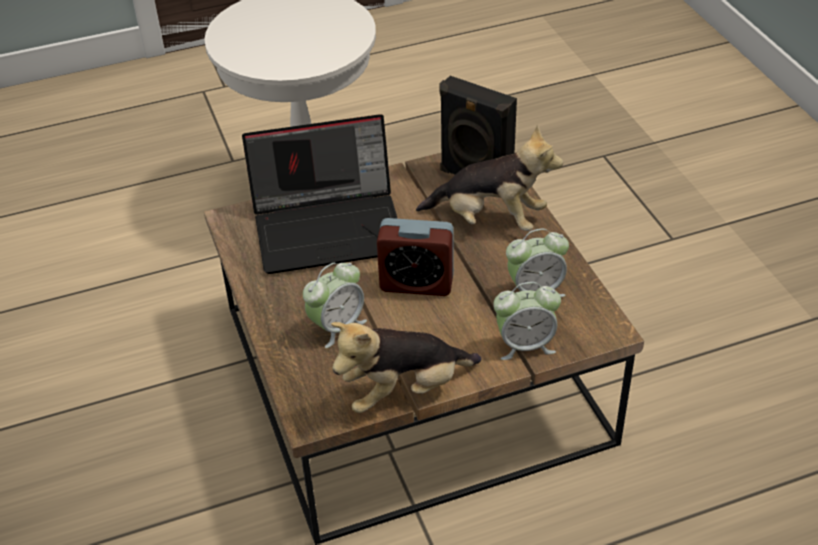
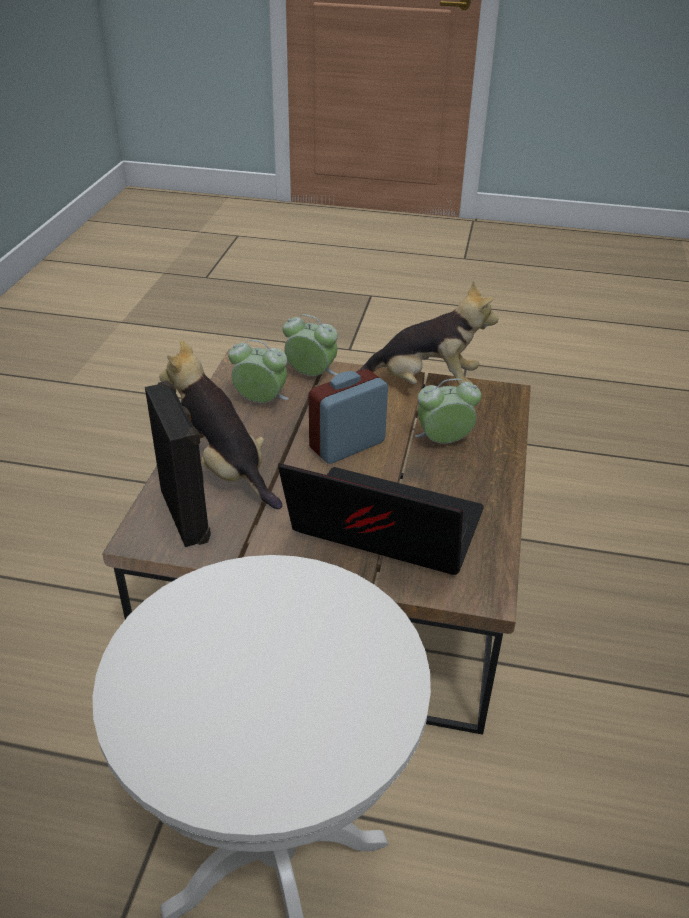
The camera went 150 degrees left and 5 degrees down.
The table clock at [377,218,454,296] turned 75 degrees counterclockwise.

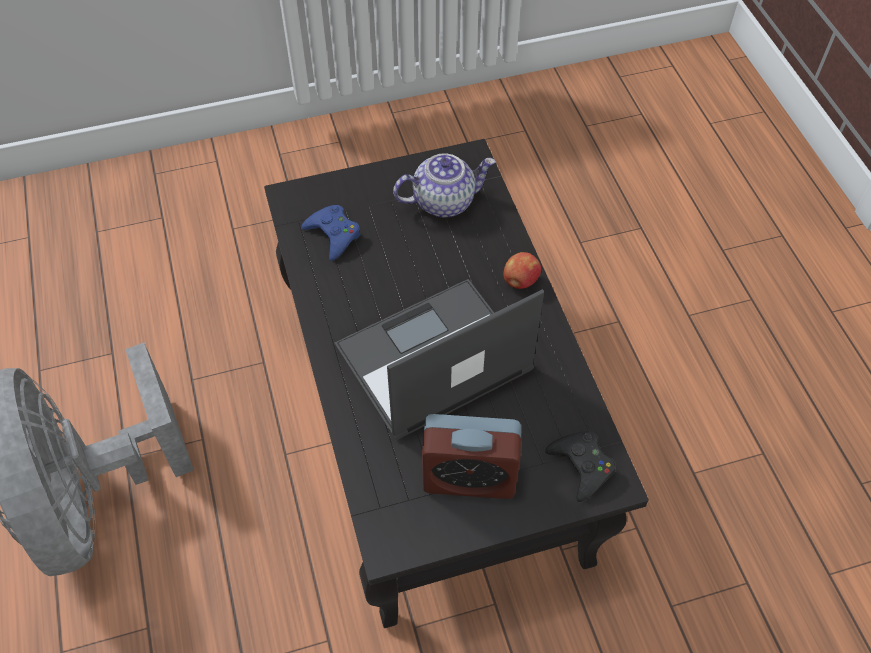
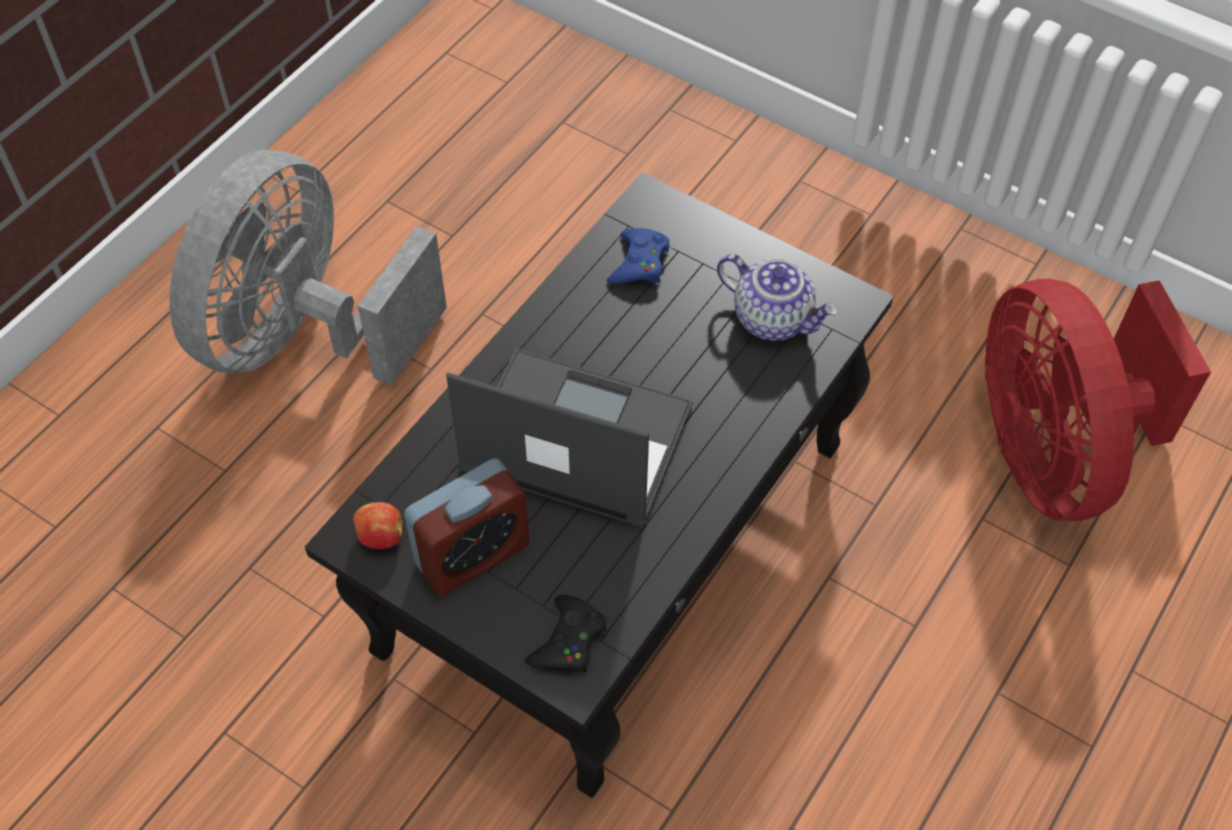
The camera went 50 degrees right and 0 degrees up.
The apple moved from [503,252,541,289] to [353,502,402,549].
The table clock at [422,414,521,499] turned 90 degrees counterclockwise.
The electric fan (red-coloured) at [985,279,1211,521] appeared.

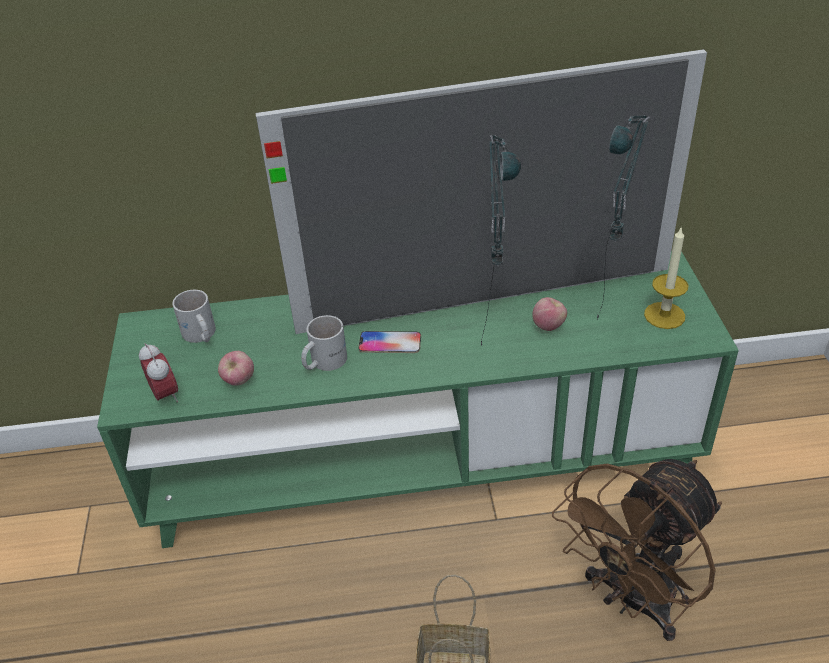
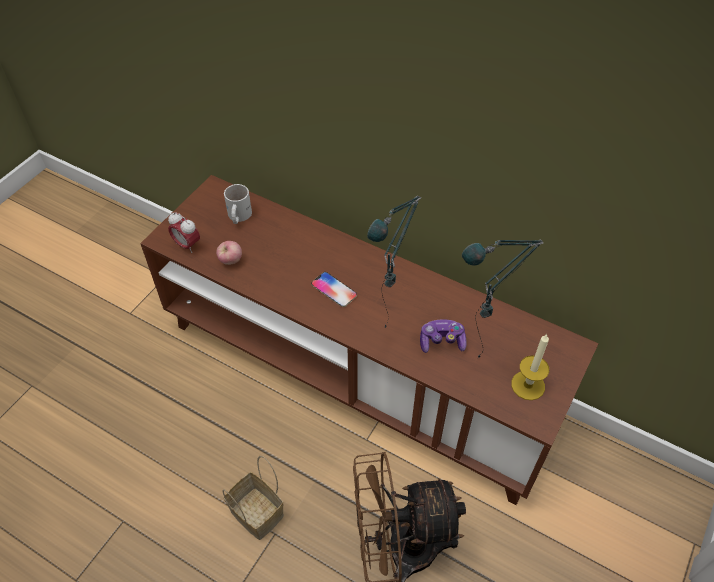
The camera went 35 degrees right and 10 degrees up.
The TV set at [256,49,707,334] disappeared.
The tv unit (green) at [97,251,739,548] became the tv unit (brown) at [140,175,599,505].
The apple at [533,297,567,331] was replaced by the gamepad at [420,319,467,353].
The tea mug (white-coloured) at [301,315,347,371] disappeared.
The table clock at [139,343,178,402] turned 120 degrees clockwise.

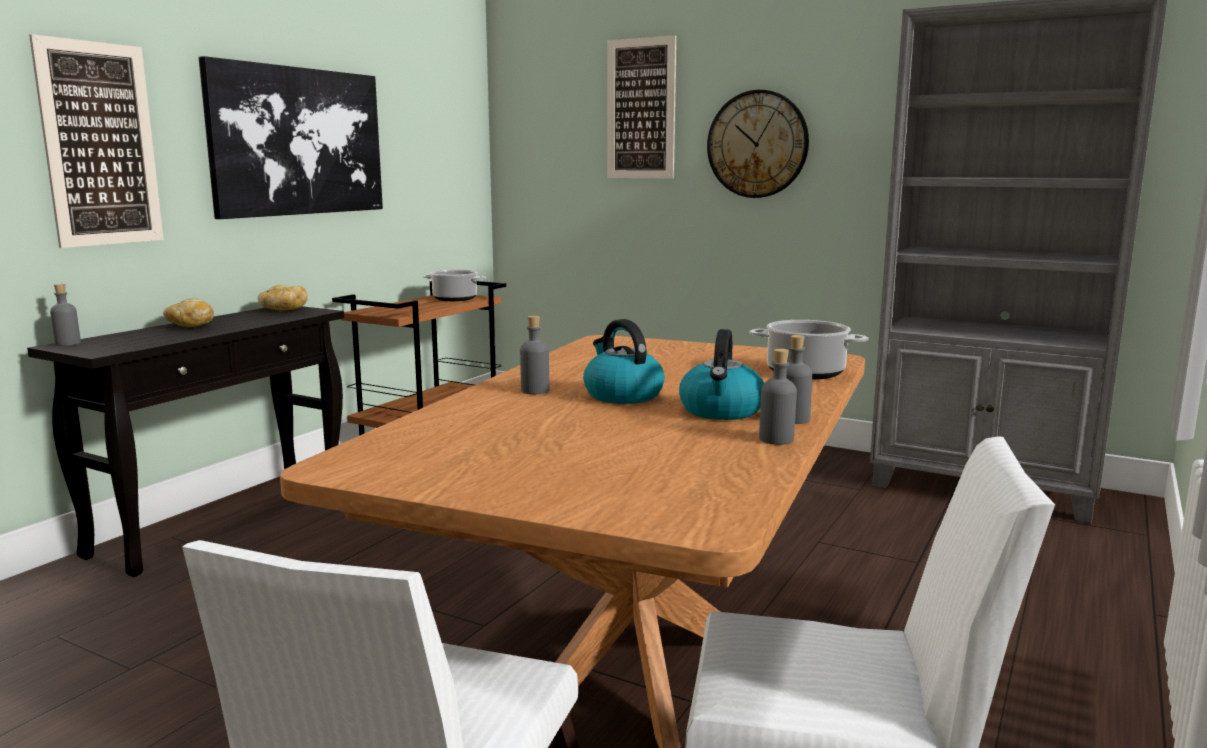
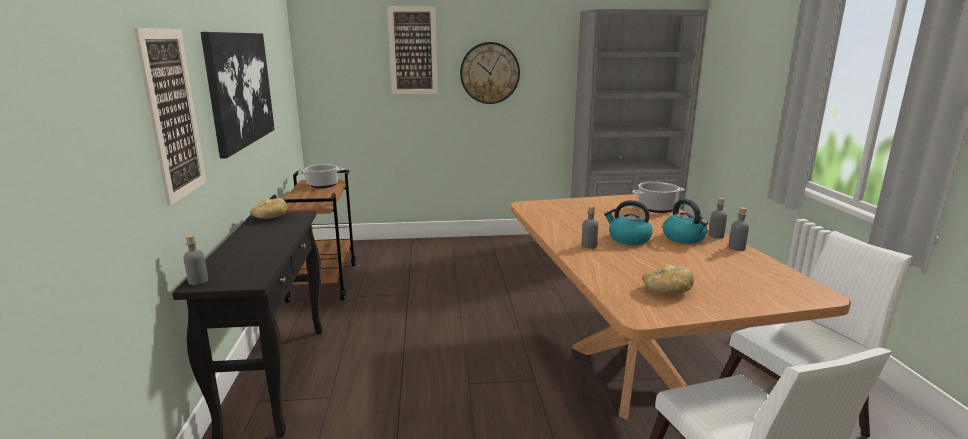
The camera went 35 degrees left and 5 degrees up.
The bread moved from [163,298,214,327] to [642,265,694,294].

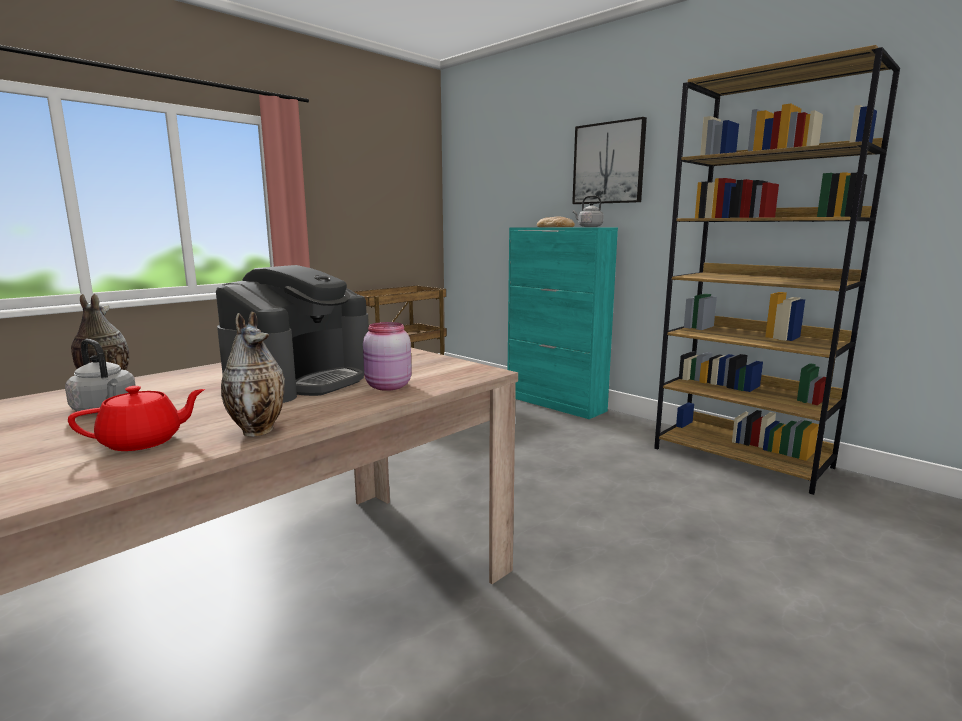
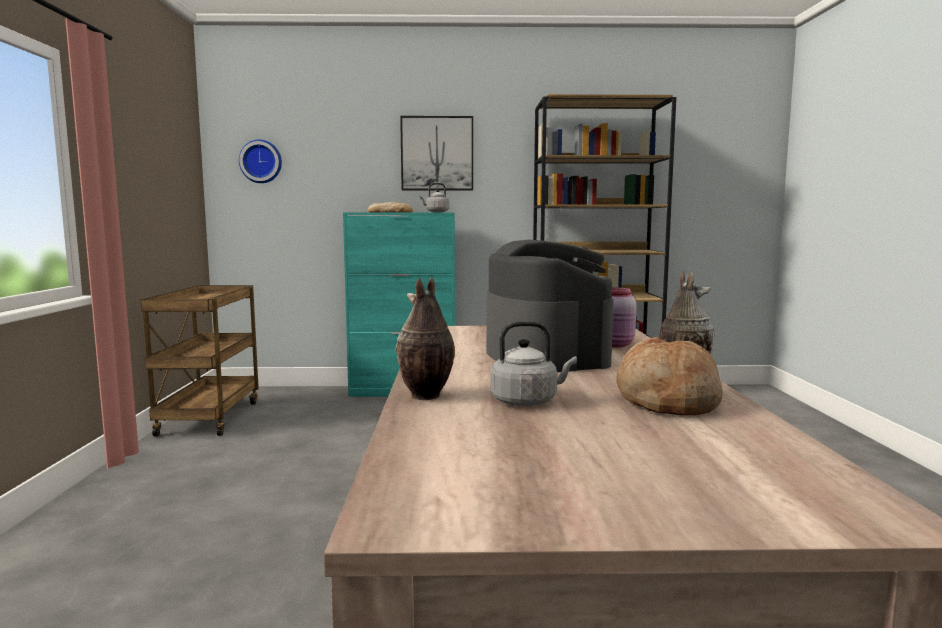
The camera went 45 degrees left and 5 degrees down.
The pot for tea (red-coloured) at [68,386,205,451] was replaced by the bread at [616,337,723,415].
The hanging clock at [239,140,282,183] appeared.

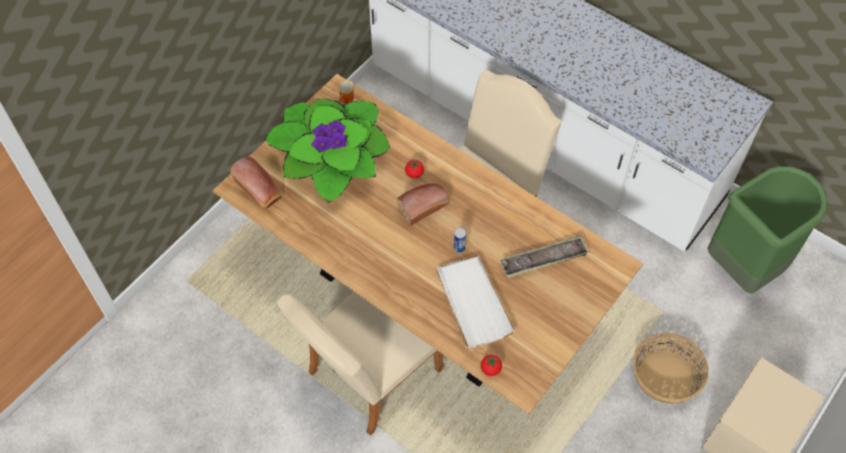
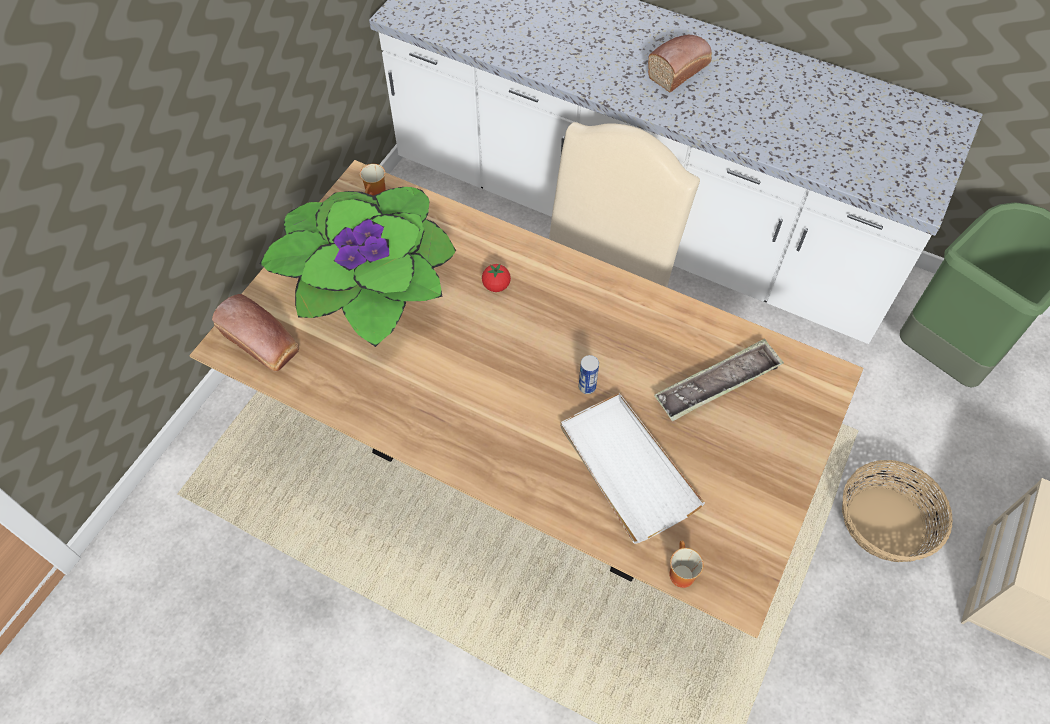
The camera went 10 degrees left and 0 degrees up.
The bread moved from [397,183,450,226] to [648,35,712,92].
The upright chair (sand-coloured) at [277,292,444,436] disappeared.
The tomato at [481,355,502,376] was replaced by the tea mug at [669,540,703,588].

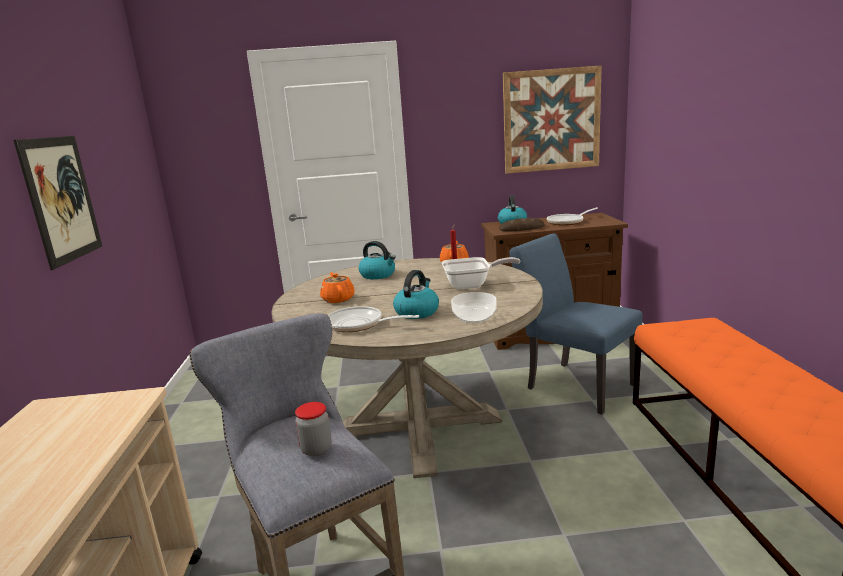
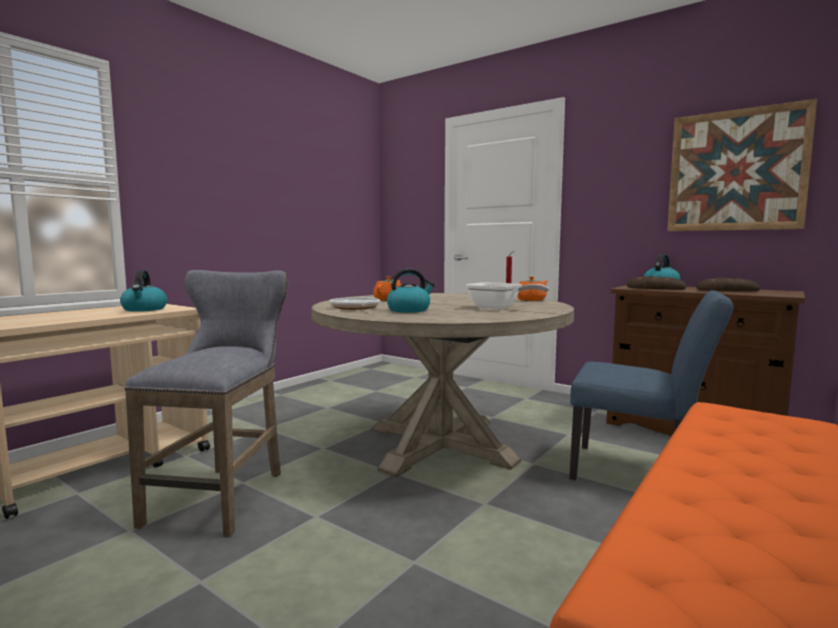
The camera went 40 degrees right and 10 degrees down.
The wall art at [14,136,102,270] disappeared.
The frying pan at [547,208,598,225] was replaced by the bread at [696,278,760,292].
The upright chair (blue-coloured) at [509,233,643,415] turned 120 degrees clockwise.
The kettle moved from [359,241,396,279] to [120,270,167,312].
The bowl at [451,292,497,323] disappeared.
The preserve jar at [295,402,332,457] disappeared.

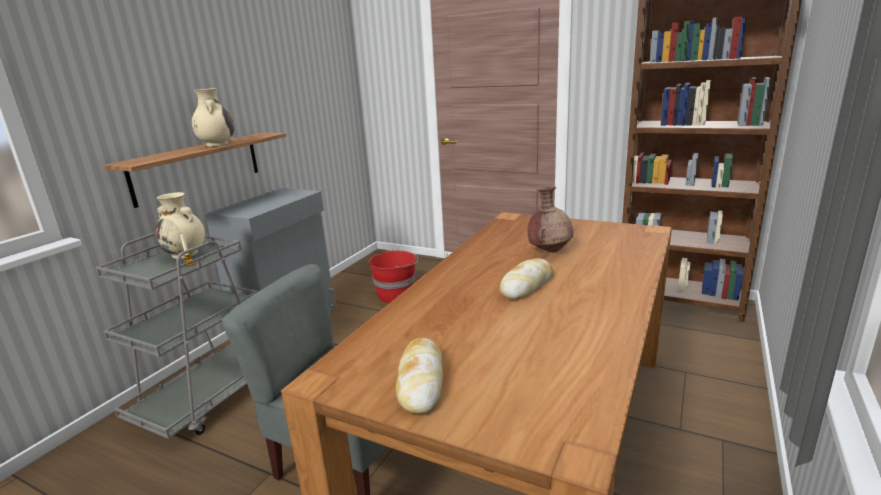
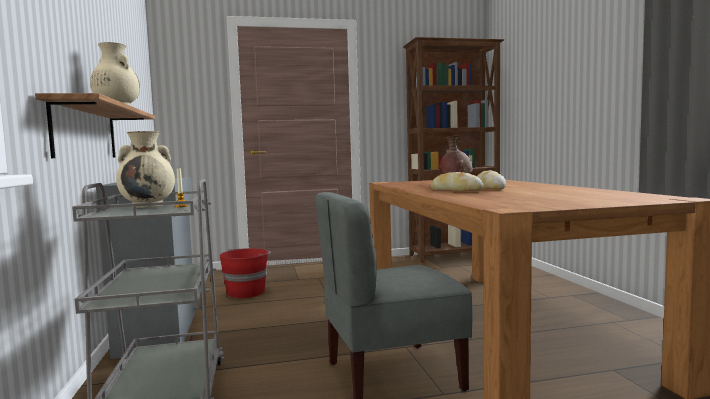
The camera went 40 degrees left and 15 degrees down.
The bread moved from [396,338,443,414] to [431,172,484,191].

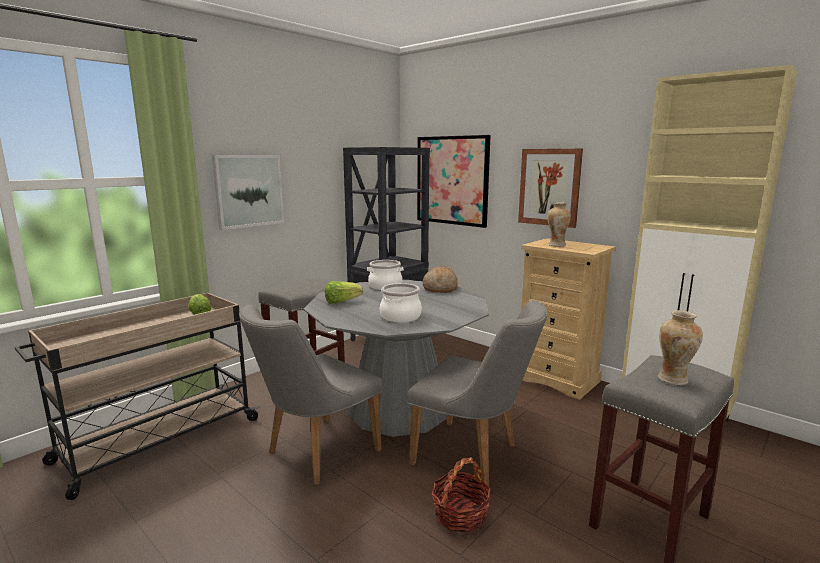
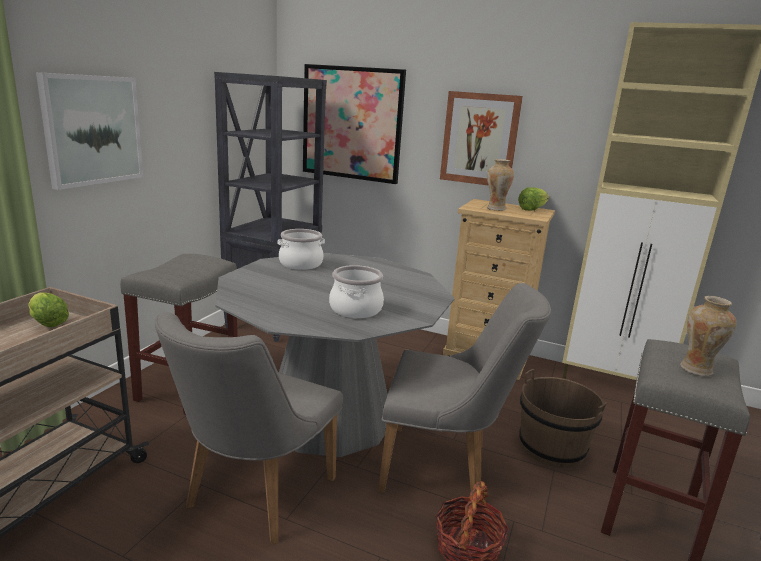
The camera went 20 degrees left and 5 degrees up.
The bread at [423,267,458,293] disappeared.
The head of lettuce moved from [325,281,363,304] to [518,187,549,211].
The bucket (brown) at [519,369,607,468] appeared.

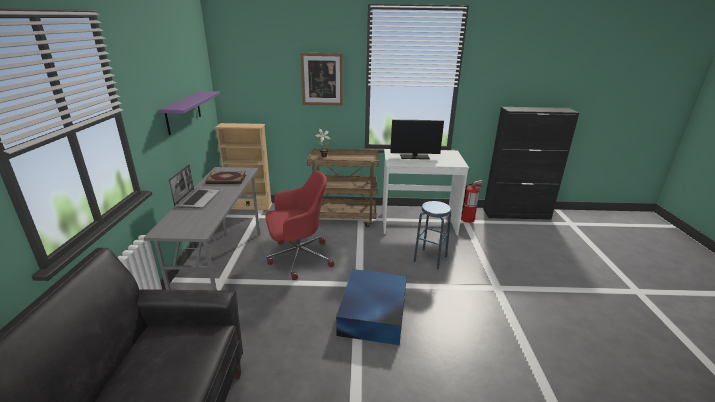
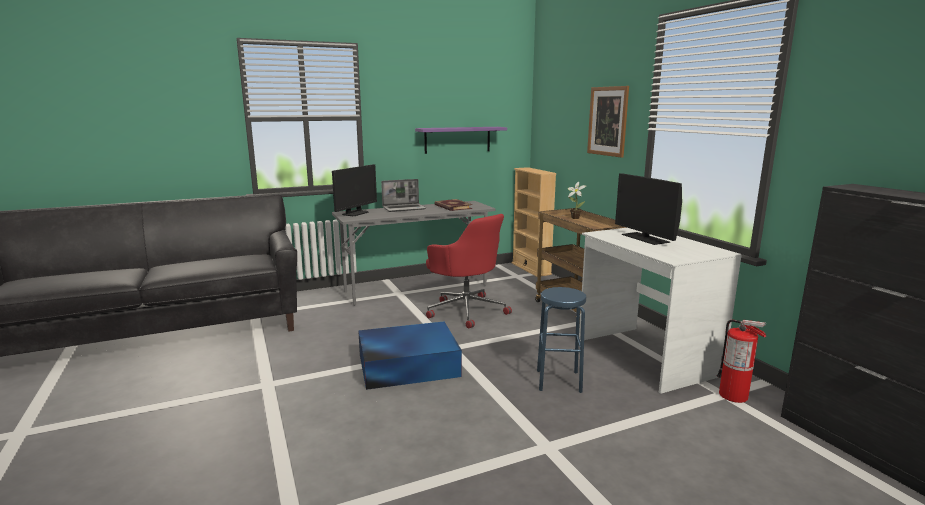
The camera went 65 degrees right and 10 degrees down.
The computer display at [332,164,377,216] appeared.

